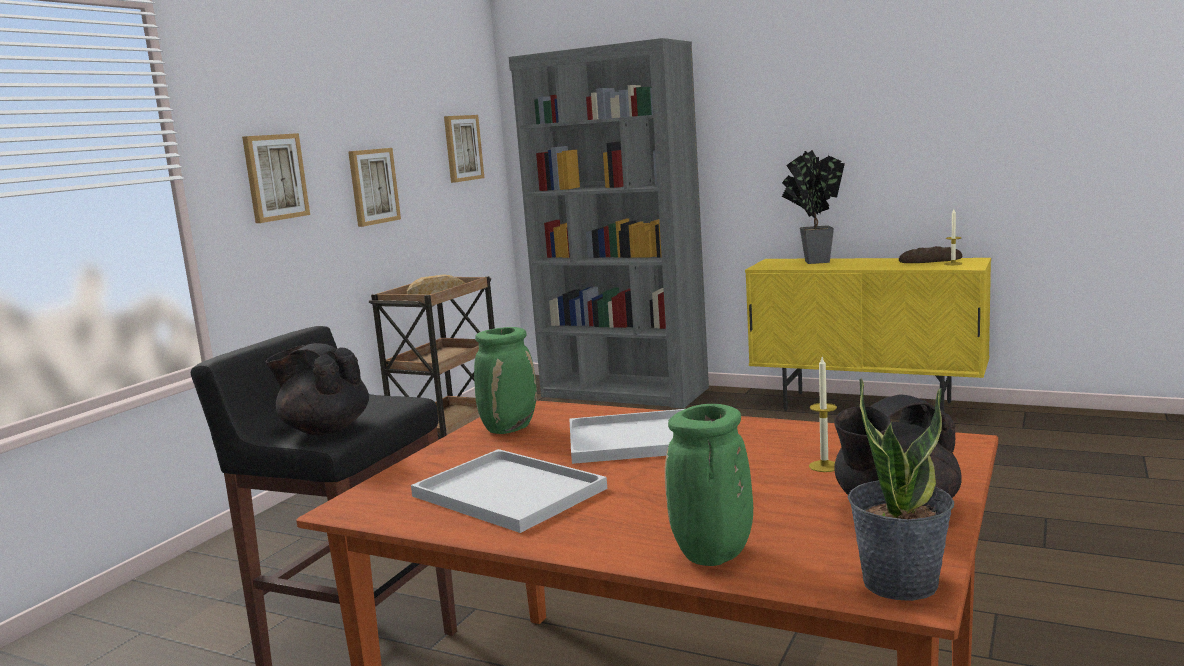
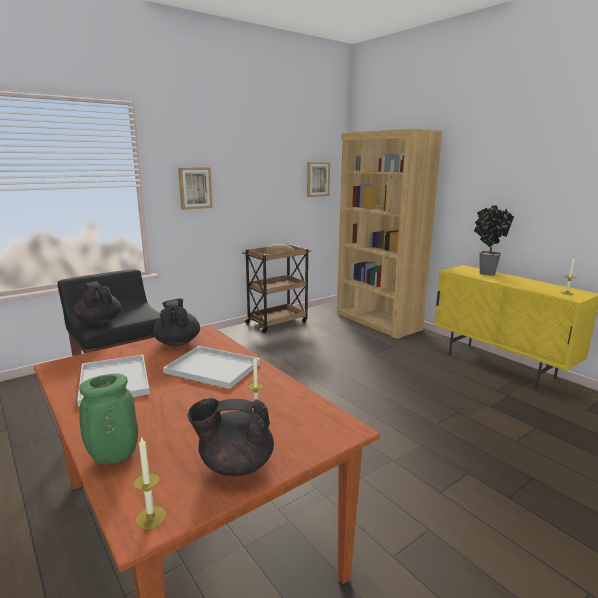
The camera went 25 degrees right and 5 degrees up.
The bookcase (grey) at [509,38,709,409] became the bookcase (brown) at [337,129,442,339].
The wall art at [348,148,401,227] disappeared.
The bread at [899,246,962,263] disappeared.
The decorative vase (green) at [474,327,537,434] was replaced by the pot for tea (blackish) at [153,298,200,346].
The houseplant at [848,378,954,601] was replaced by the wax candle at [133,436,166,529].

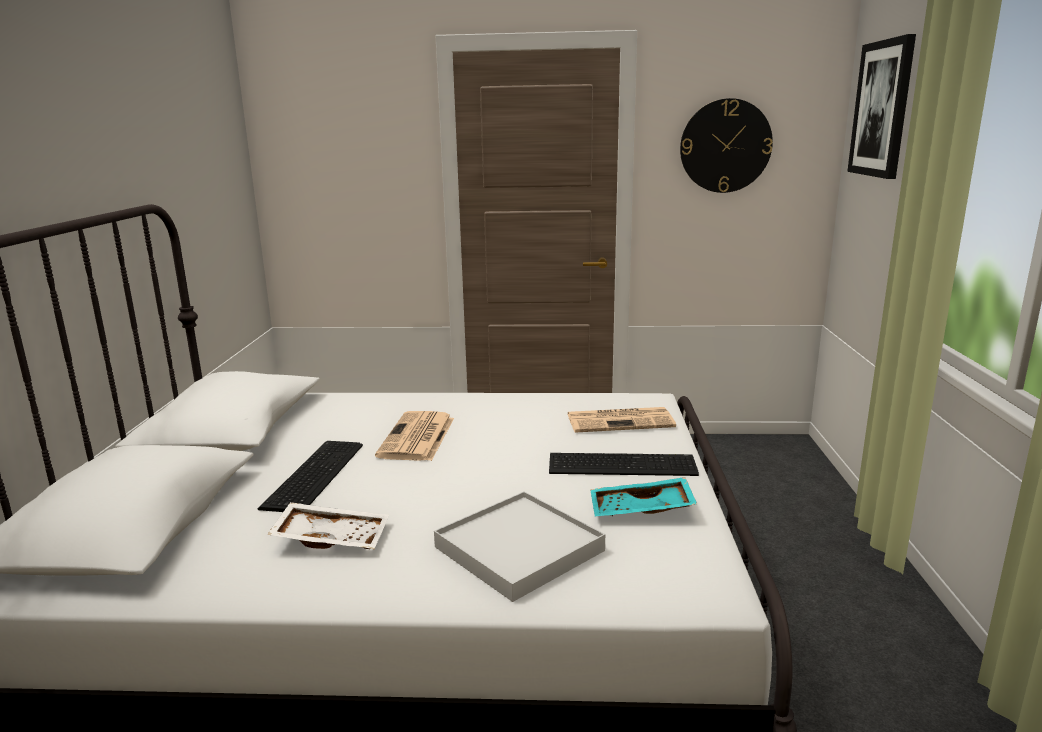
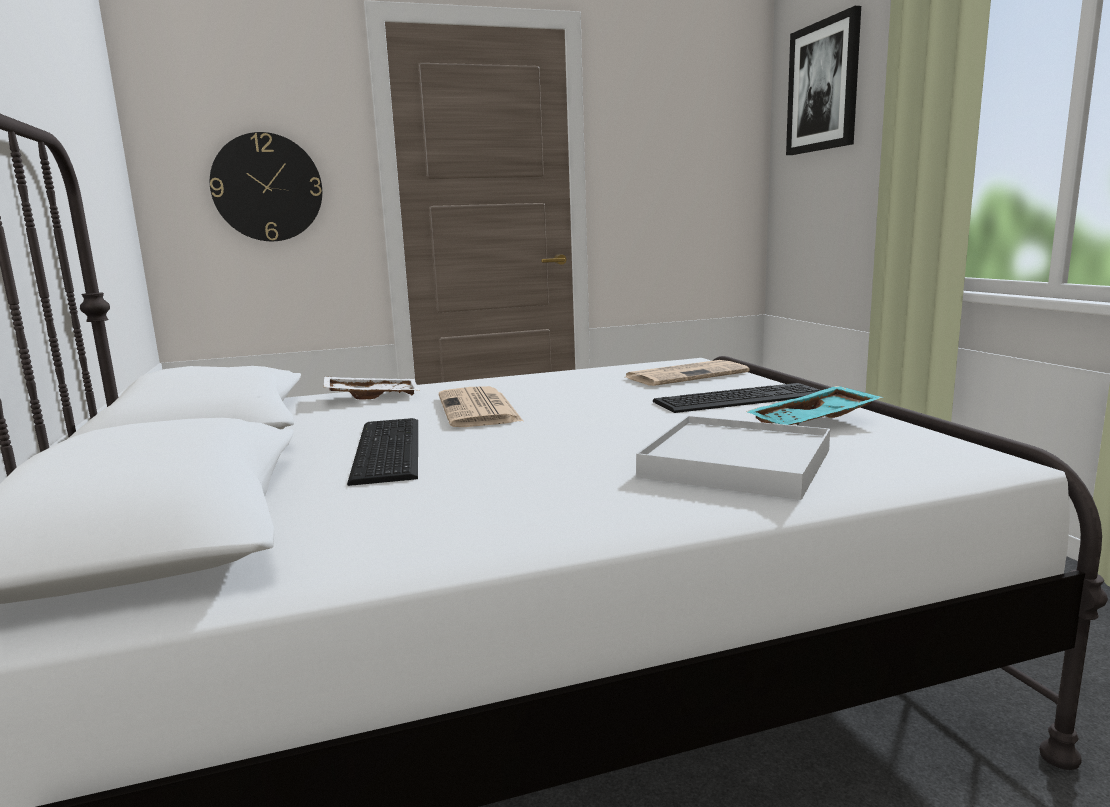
The camera went 20 degrees left and 5 degrees down.
The hanging clock moved from [680,98,773,193] to [210,132,322,241].
The serving tray (white-coloured) moved from [267,502,389,549] to [324,376,420,400].

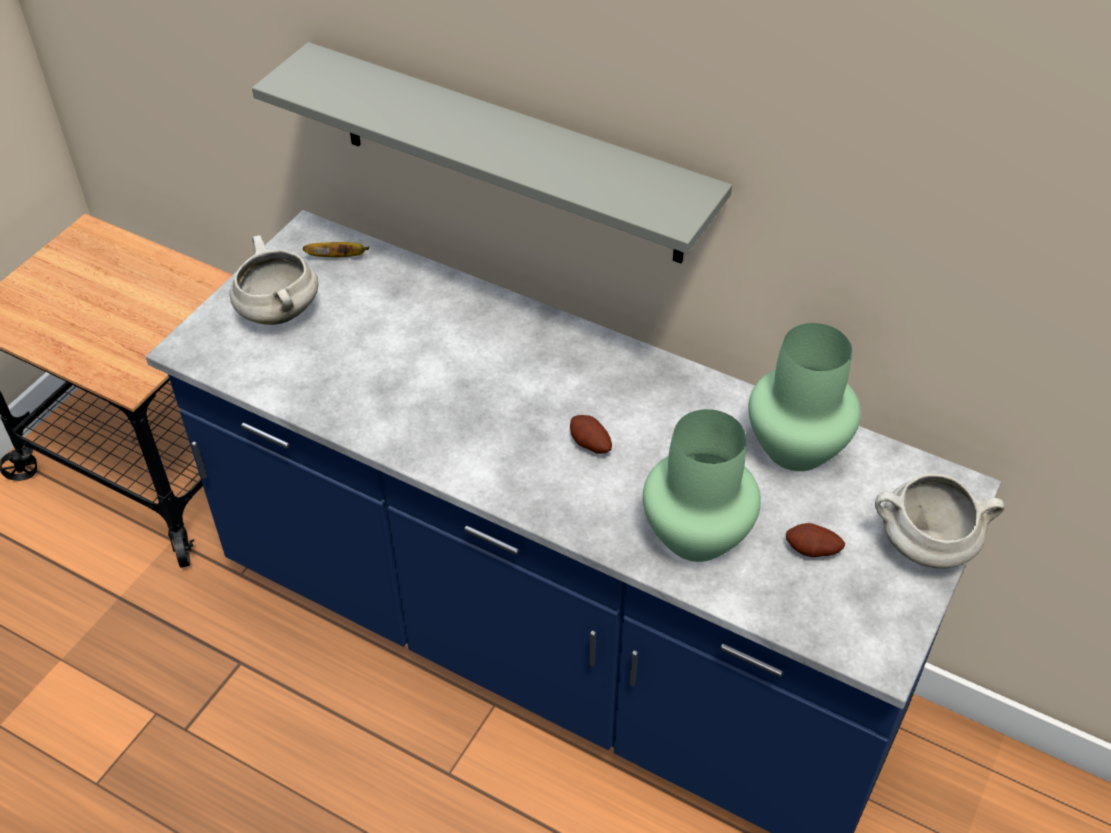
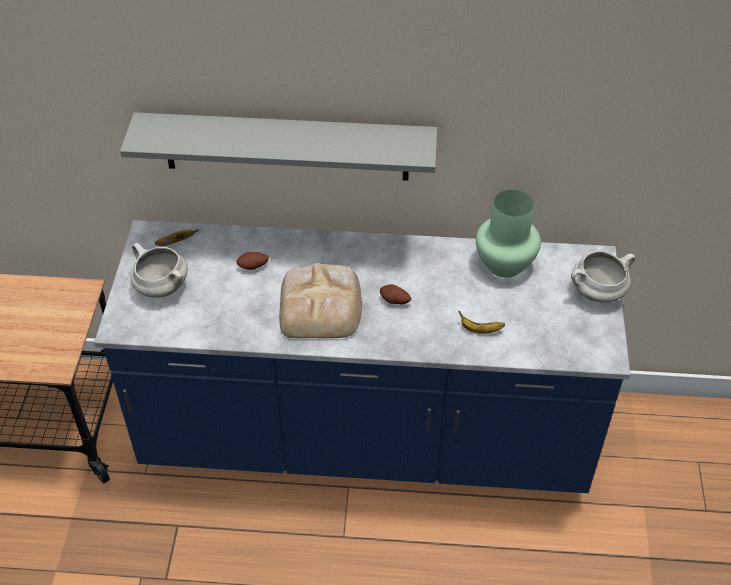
The camera went 25 degrees left and 0 degrees up.
The decorative vase (green) at [643,409,761,562] was replaced by the whole banana at [458,311,505,334].
The potato moved from [786,523,845,557] to [236,252,269,270].
The bread at [279,263,362,338] appeared.

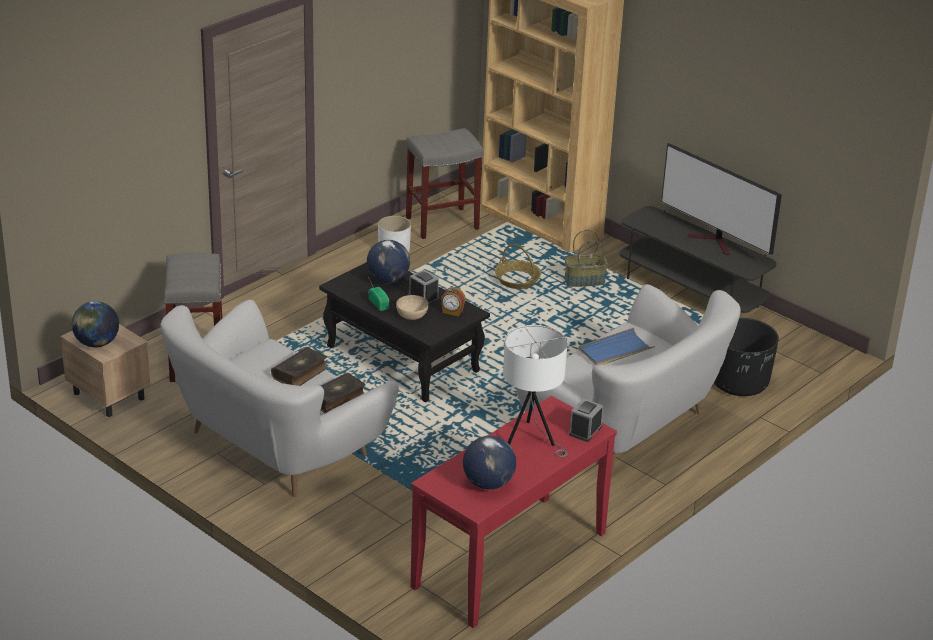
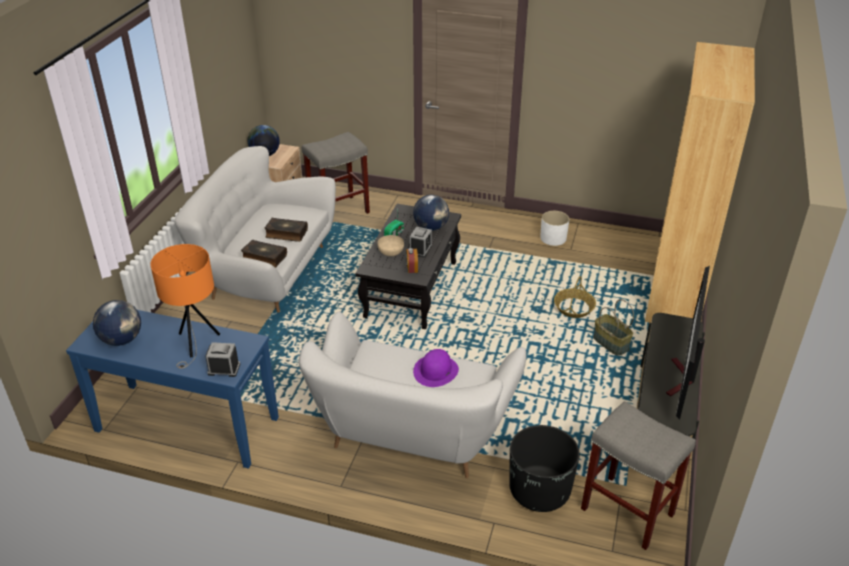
The camera went 65 degrees right and 5 degrees up.
The stool (grey) moved from [406,128,484,239] to [581,401,696,550].
The tabletop lamp (white-coloured) at [503,325,567,457] became the tabletop lamp (orange-coloured) at [150,244,220,369].
The serving tray (blue-coloured) at [579,328,655,365] was replaced by the wearable hat (purple-coloured) at [413,349,459,387].
The narrow table (red-coloured) at [410,396,617,628] became the narrow table (blue-coloured) at [66,310,279,469].

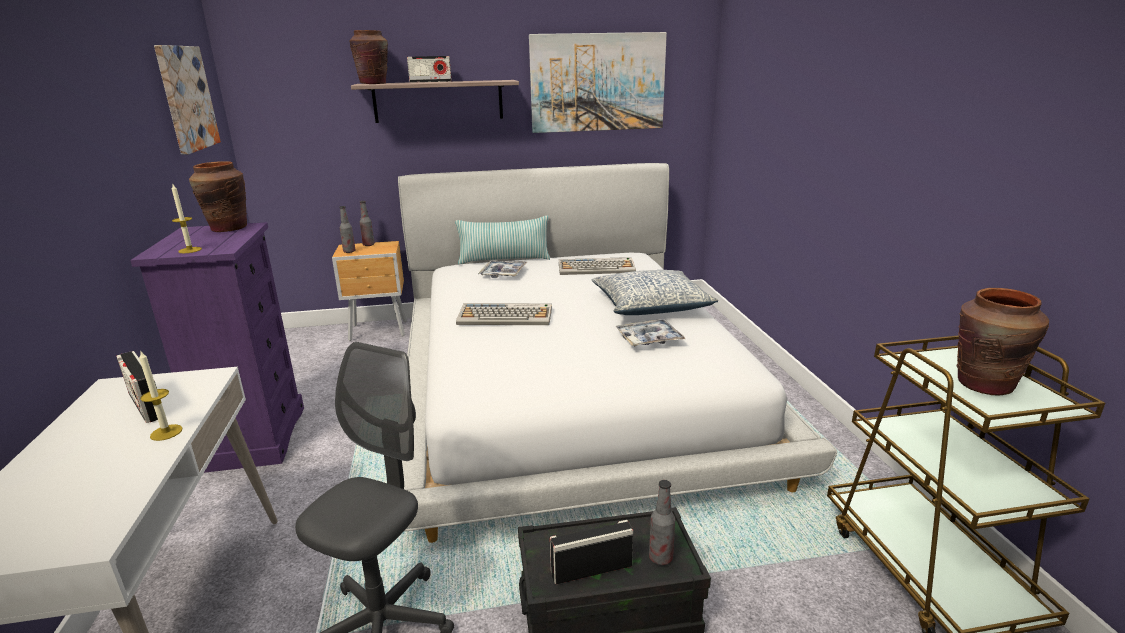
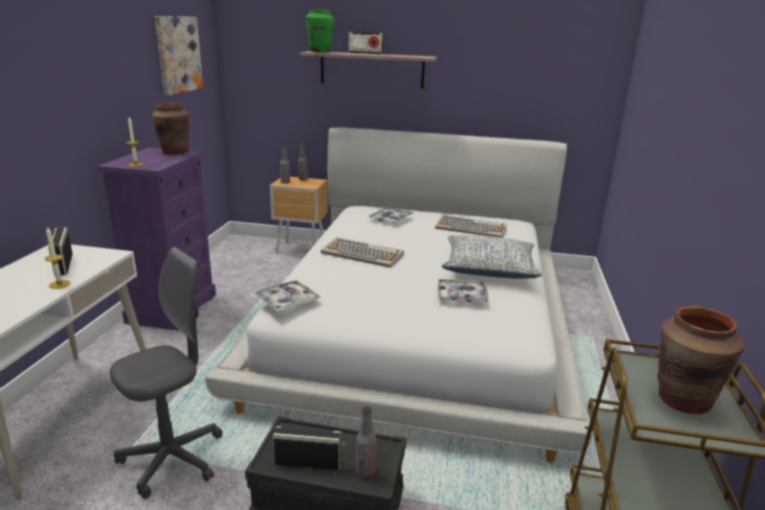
The camera went 20 degrees right and 0 degrees up.
The decorative vase (brown) at [350,30,388,84] became the decorative vase (green) at [305,9,335,53].
The wall art at [529,32,667,133] disappeared.
The cushion at [455,216,550,264] disappeared.
The serving tray at [254,280,321,311] appeared.

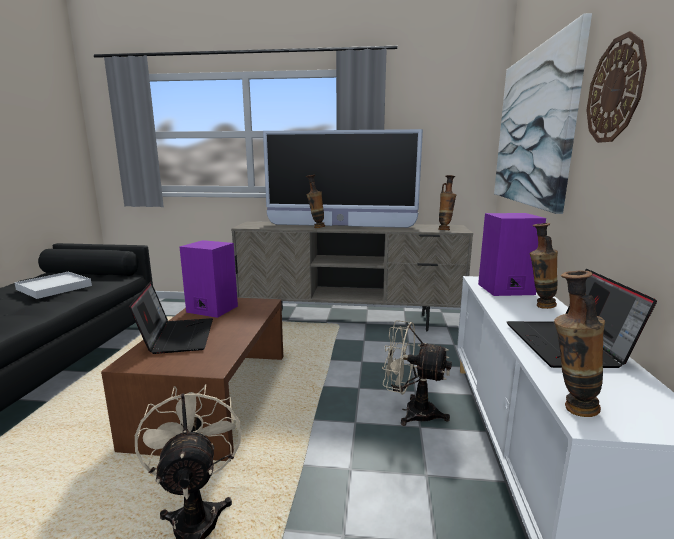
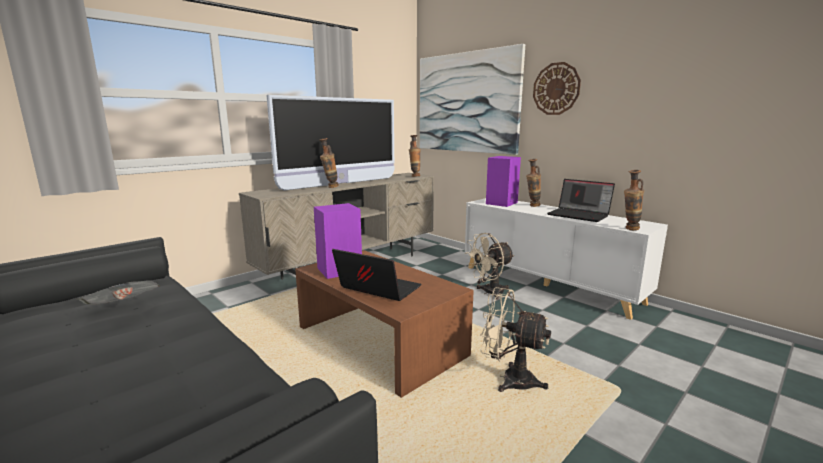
The camera went 50 degrees left and 0 degrees up.
The serving tray (white-coloured) at [14,272,92,299] was replaced by the newspaper at [77,280,160,305].

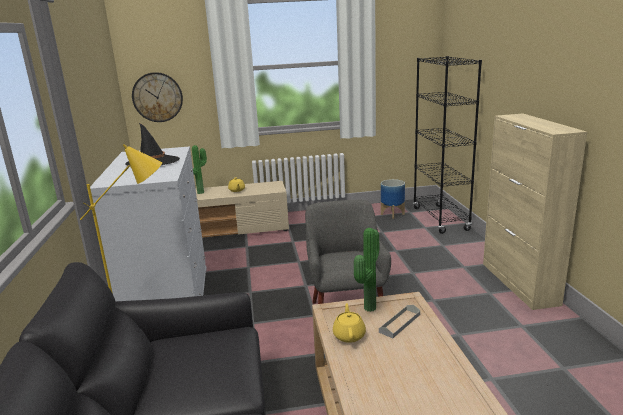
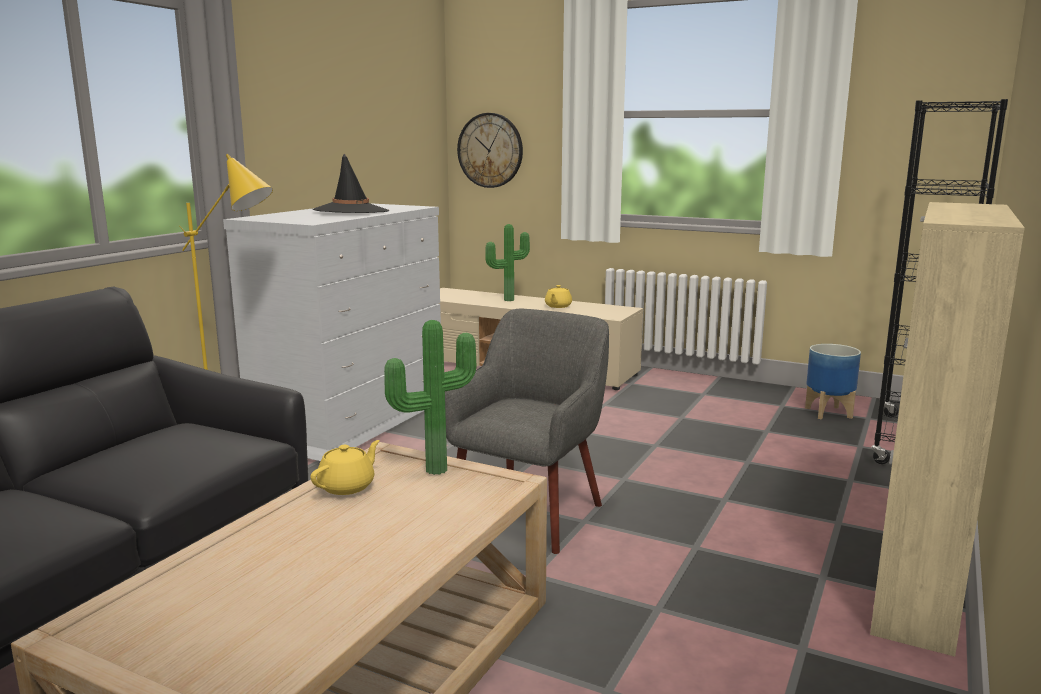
The camera went 35 degrees right and 5 degrees down.
The serving tray (grey) at [379,305,420,338] disappeared.

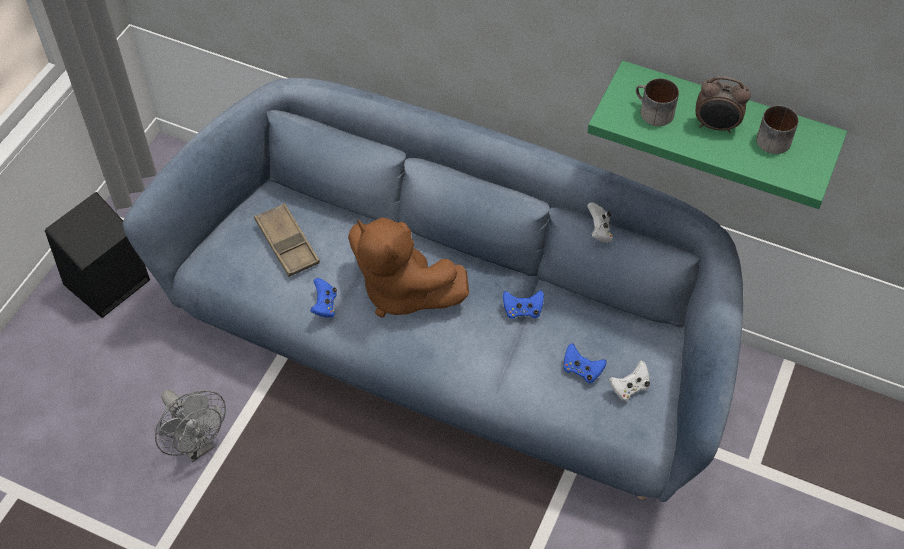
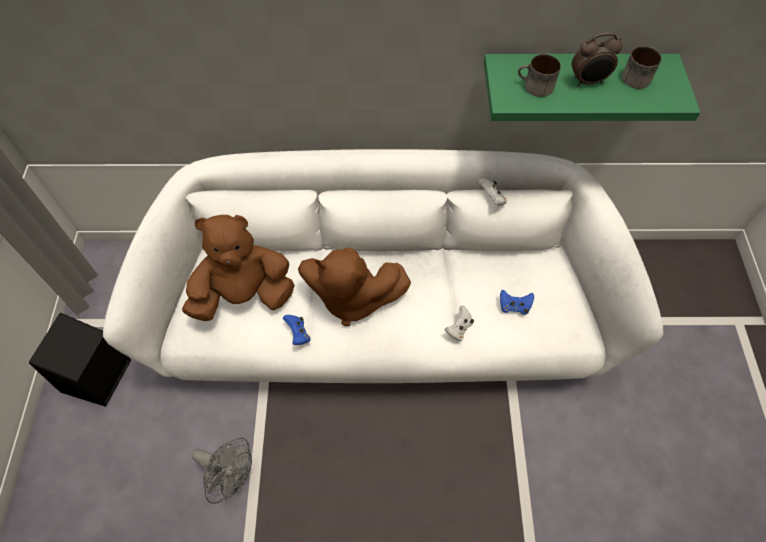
The camera went 25 degrees left and 5 degrees up.
The settee (blue-coloured) at [123,78,743,502] became the settee (white-coloured) at [103,149,663,383].
The serving tray (brown) at [254,203,320,277] was replaced by the cuddly toy (brown) at [182,215,295,321].
The gamepad (blue-coloured) at [503,290,544,319] disappeared.
The gamepad (white-coloured) moved from [609,360,650,401] to [445,306,474,341].

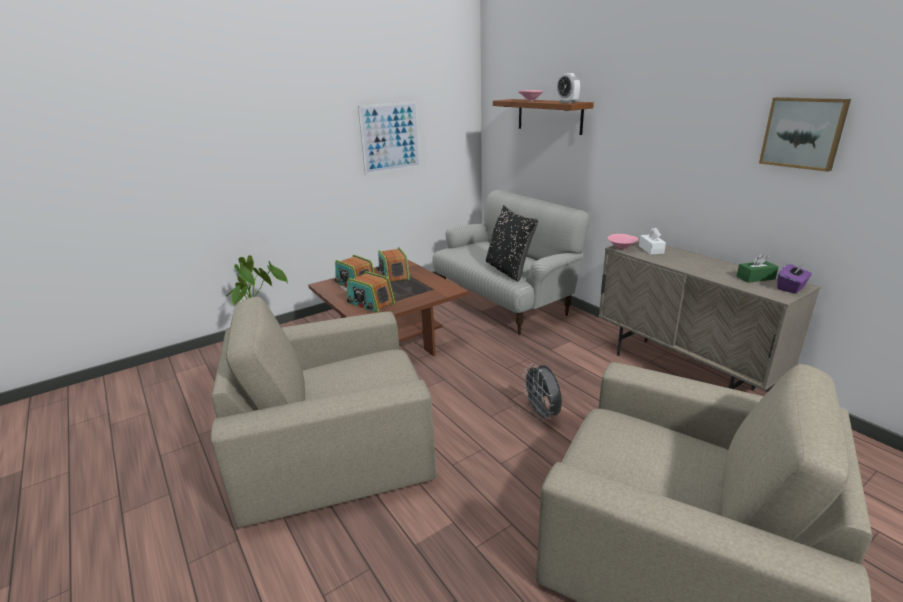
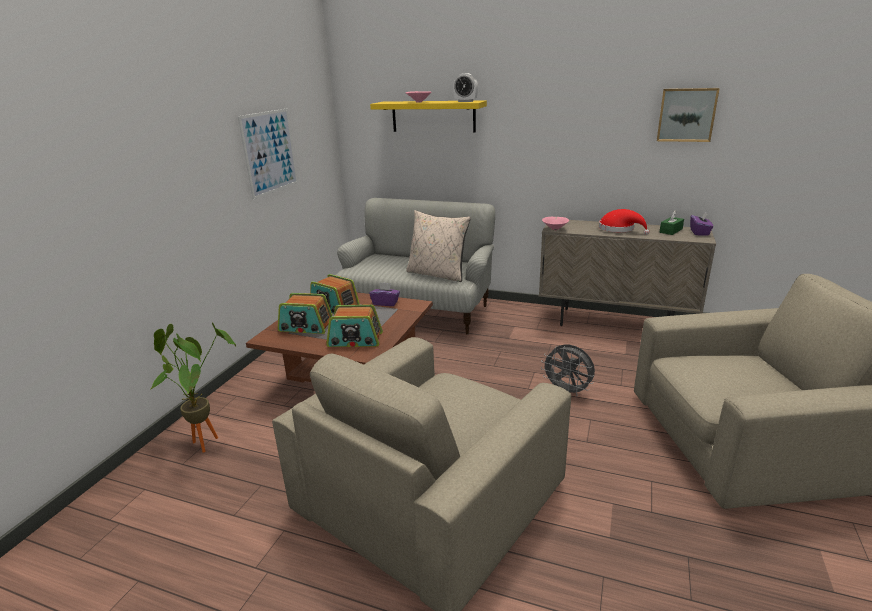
The camera went 35 degrees left and 0 degrees up.
The wall shelf (brown) at [493,99,594,135] became the wall shelf (yellow-coloured) at [370,100,487,132].
The cushion (blackish) at [486,205,538,282] became the cushion (sand-coloured) at [406,210,471,282].
The box of tissues (white-coloured) at [639,228,666,255] disappeared.
The wearable hat (red-coloured) at [599,209,649,235] appeared.
The box of tissues (purple-coloured) at [369,282,400,306] appeared.

